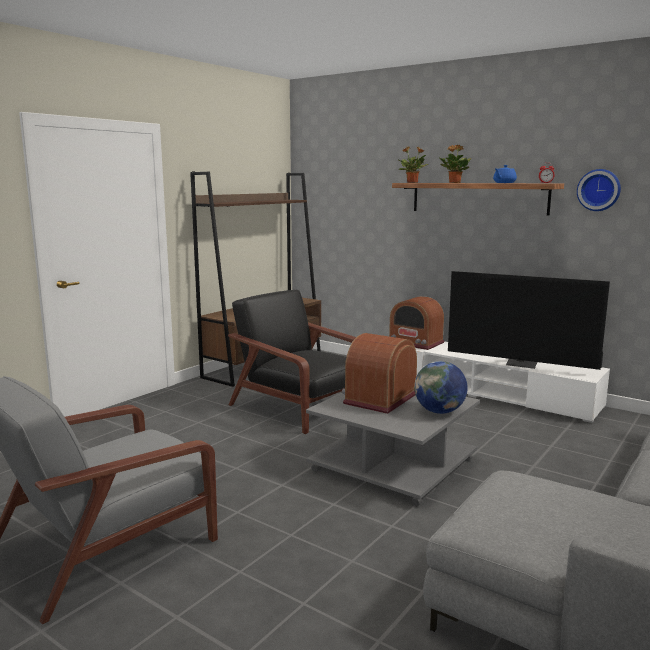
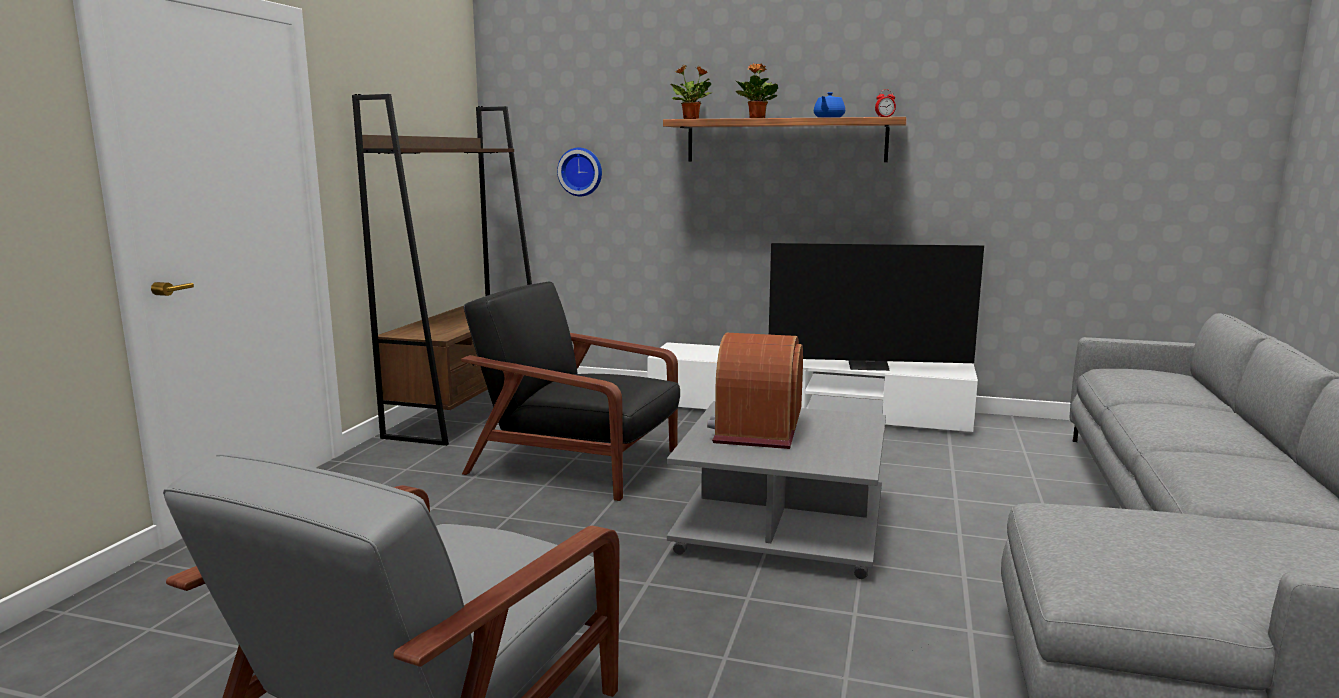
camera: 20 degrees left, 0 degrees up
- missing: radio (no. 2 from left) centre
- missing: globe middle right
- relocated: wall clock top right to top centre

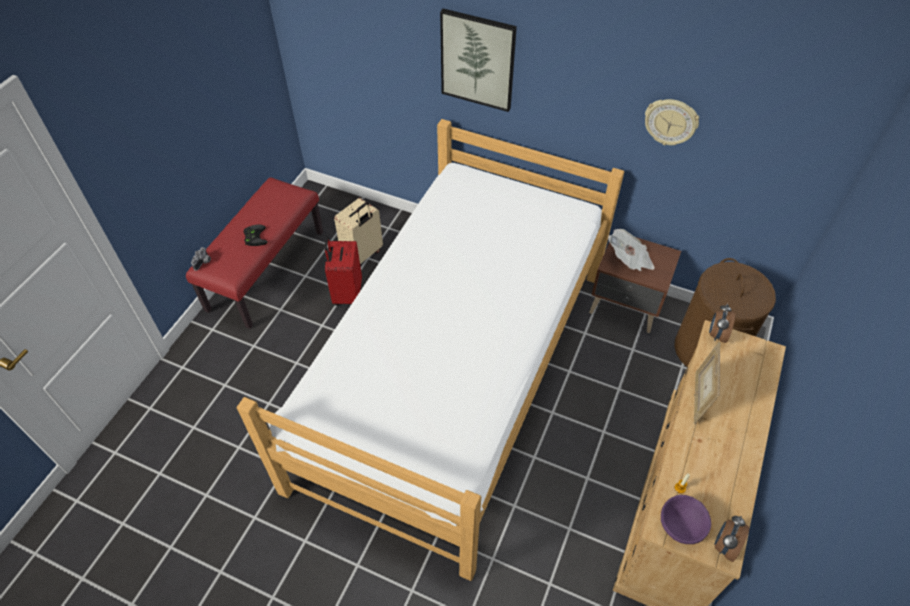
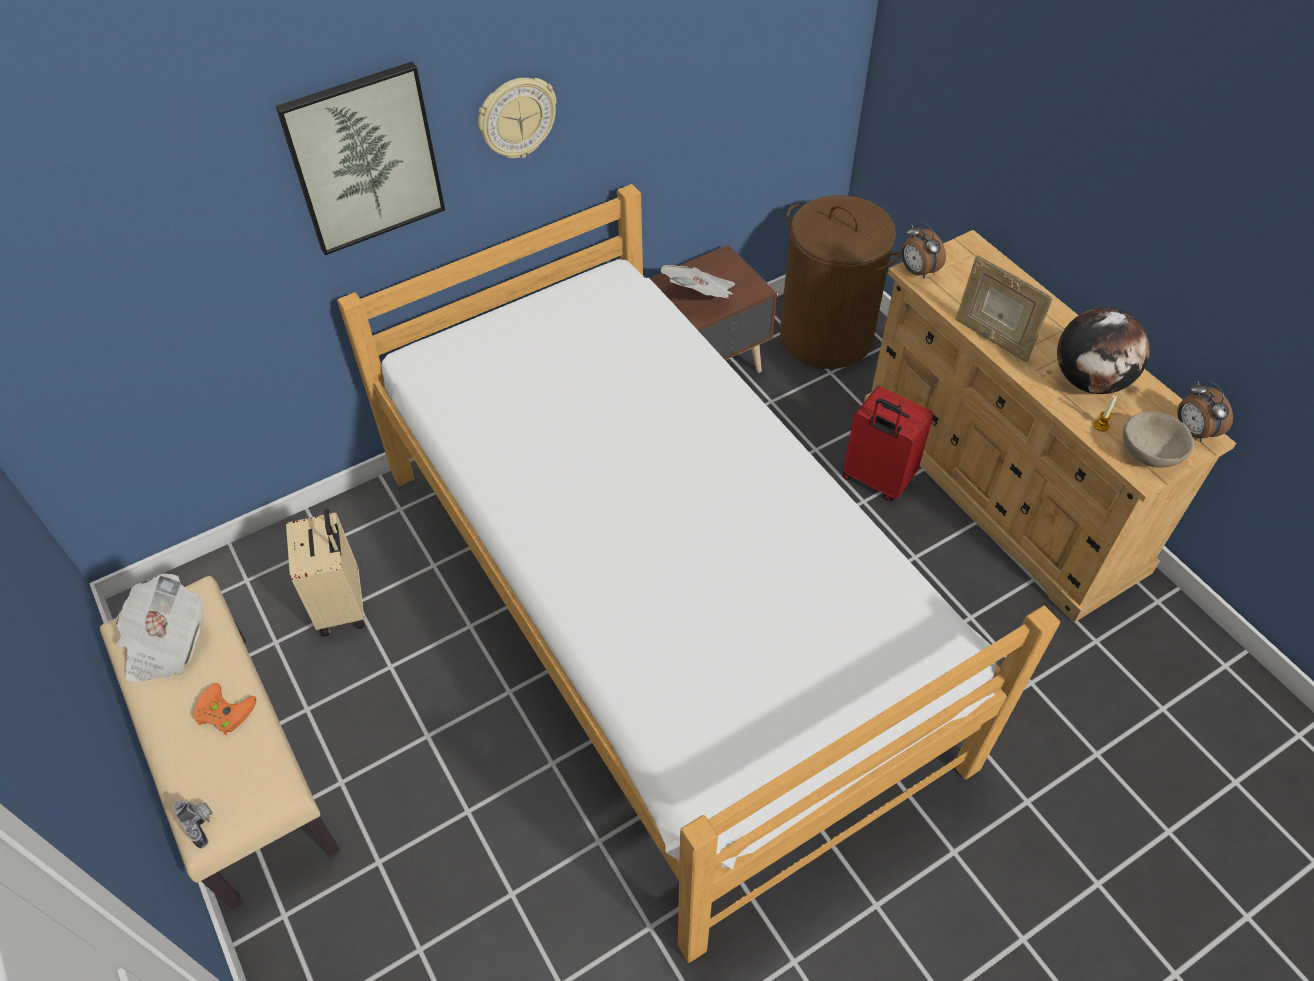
camera: 55 degrees left, 0 degrees up
- appeared: newspaper (no. 1 from left) middle left
- appeared: globe middle right
- relocated: suitcase (red) centre to middle right
- relocated: wall clock top right to top centre
- colour: bench (red) middle left to bench (beige) bottom left
- colour: game controller (black) middle left to game controller (orange) bottom left
- colour: bowl (purple) bottom right to bowl (beige) middle right

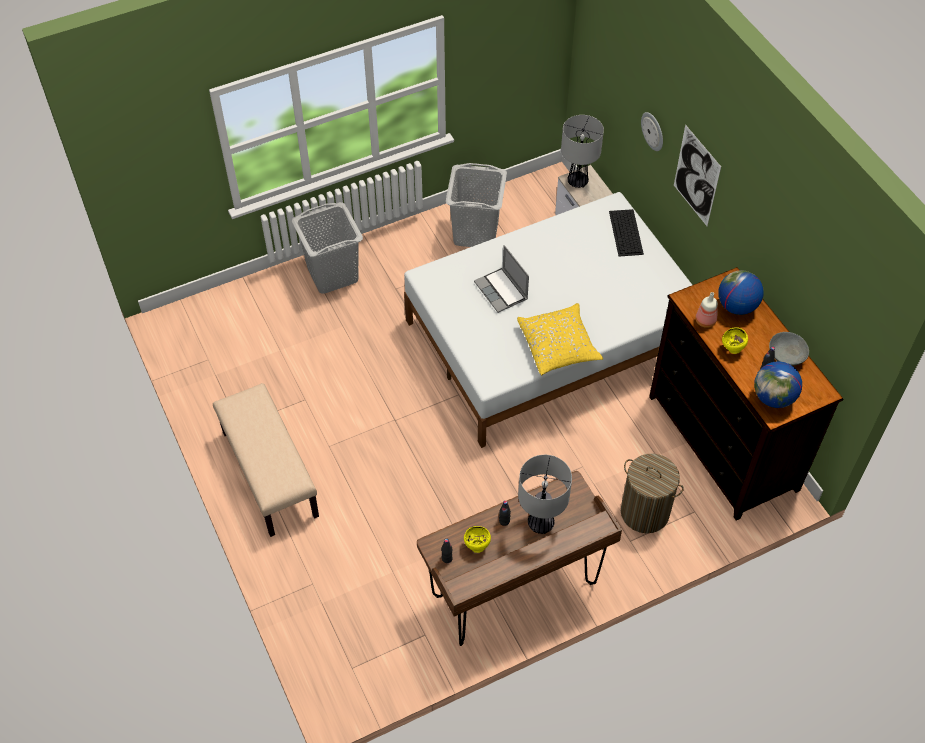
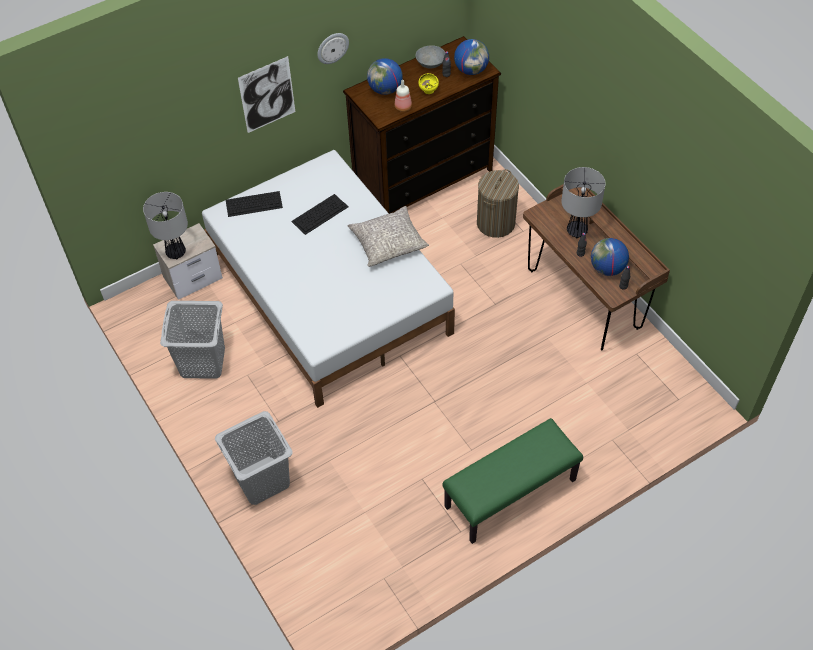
camera: 95 degrees left, 0 degrees up
- missing: laptop centre
- appeared: keyboard (no. 2 from left) top centre
- relocated: wall clock top right to top centre
- exchanged: bowl (yellow) (no. 1 from left) bottom centre to globe (no. 3 from left) middle right
- colour: bench (beige) middle left to bench (green) bottom centre
- colour: pillow (yellow) centre to pillow (grey) centre

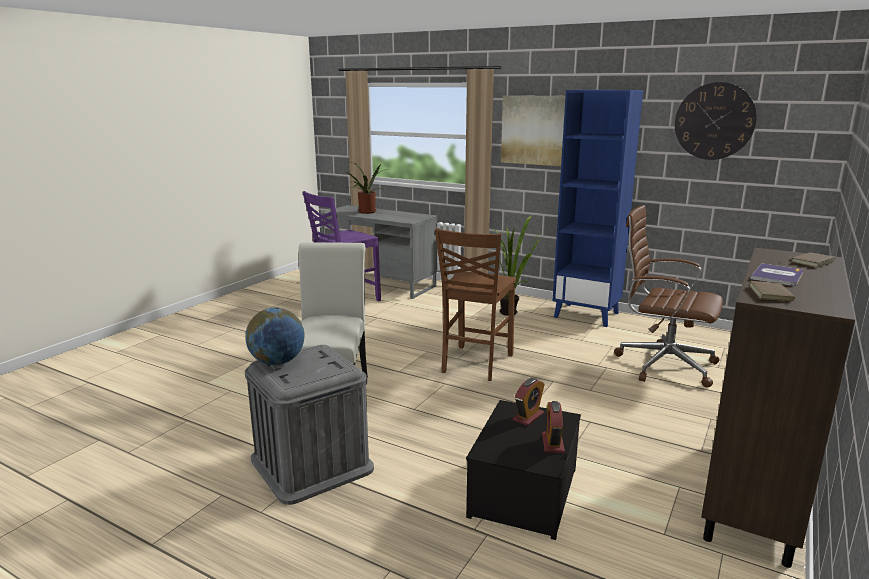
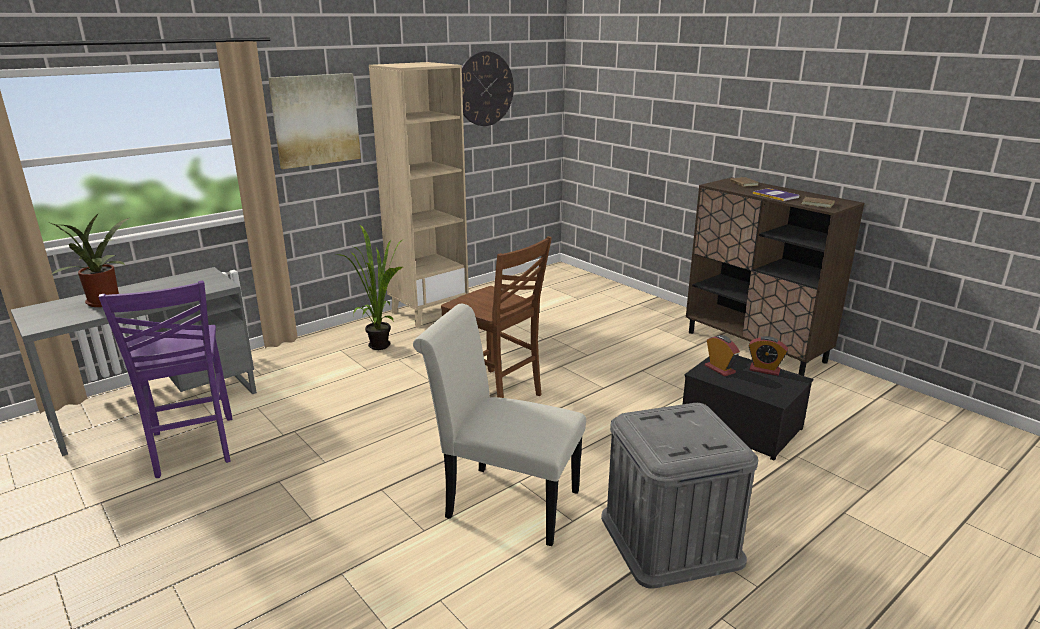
camera: 70 degrees left, 5 degrees up
- missing: globe middle left
- missing: office chair (brown) middle right
- colour: bookcase (blue) middle right to bookcase (beige) top centre

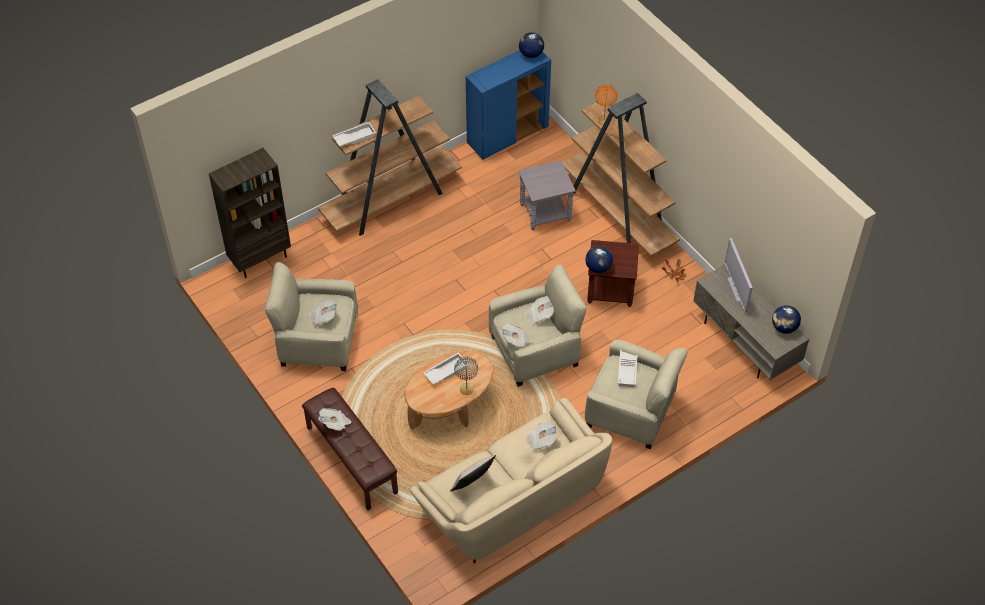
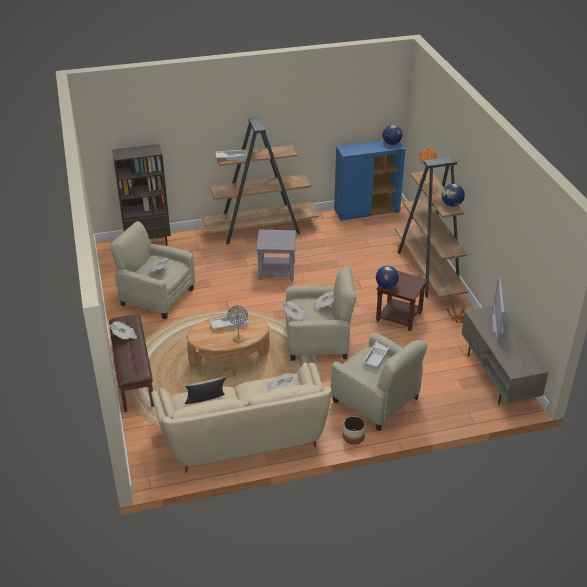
camera: 20 degrees right, 15 degrees down
- appeared: planter bottom centre
- relocated: side table (grey) top centre to centre
- relocated: globe (no. 3 from left) middle right to top right

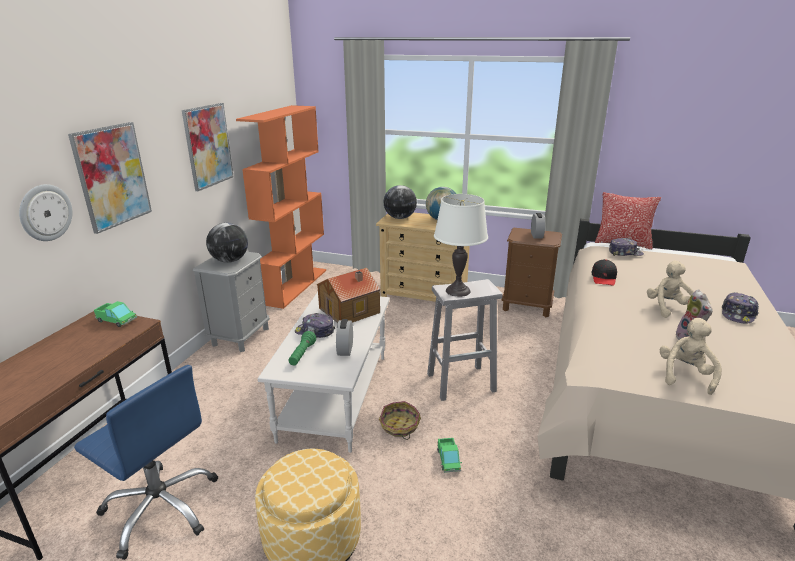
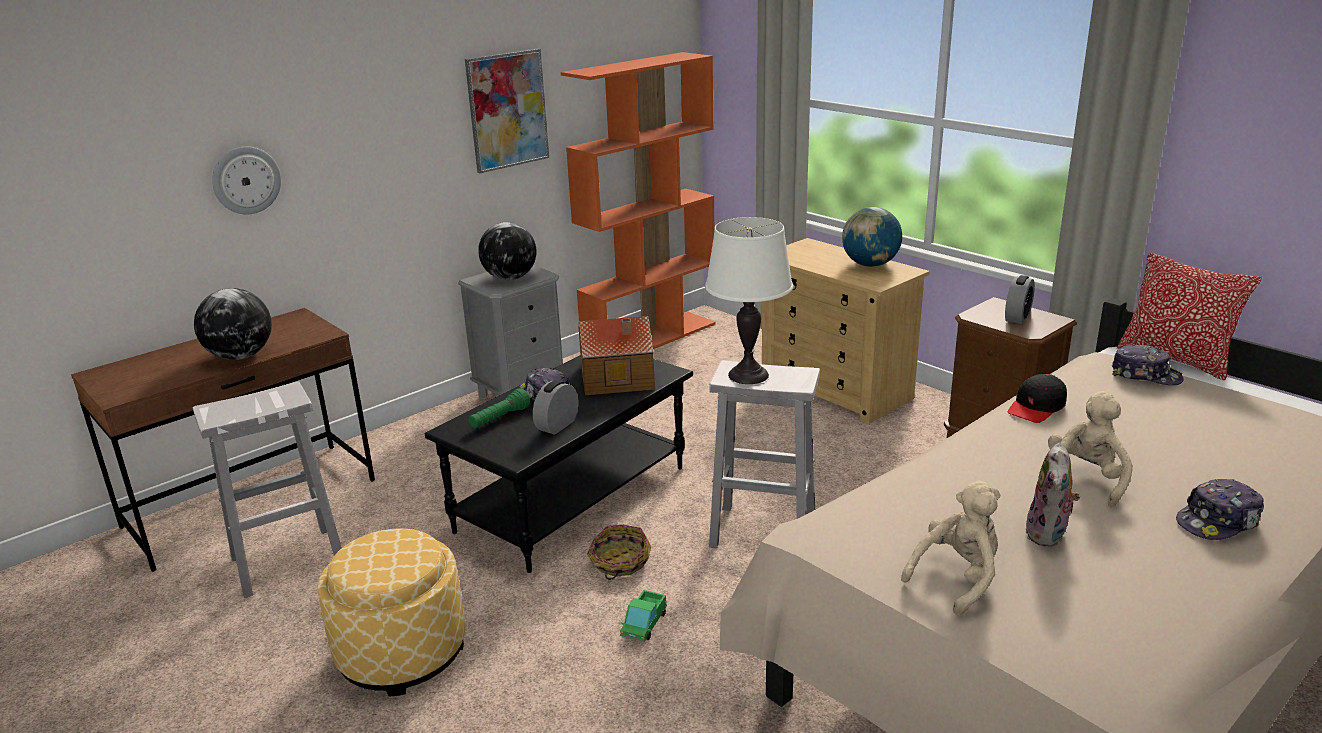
camera: 30 degrees right, 0 degrees up
- missing: picture (no. 1 from left) top left
- missing: toy truck (no. 1 from left) middle left
- relocated: globe (no. 2 from left in the first image) centre to globe (no. 1 from left) middle left
- exchanged: office chair (blue) bottom left to stool (white) (no. 1 from left) bottom left
- colour: coffee table (white) centre to coffee table (black) centre

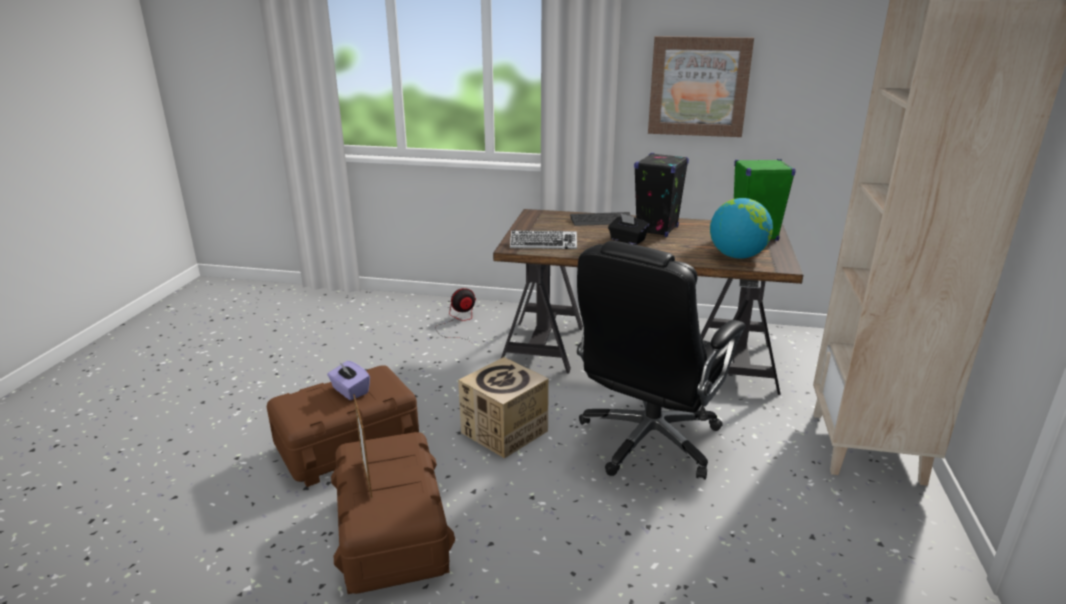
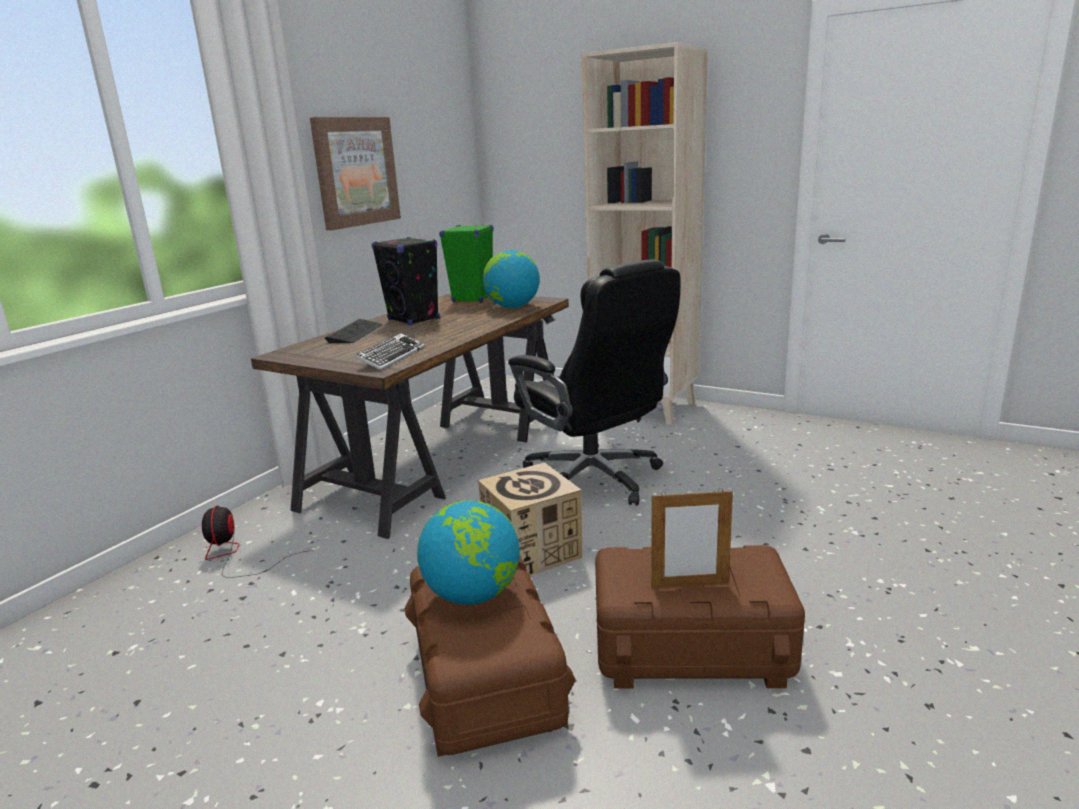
camera: 70 degrees left, 5 degrees down
- missing: tissue box (black) centre
- exchanged: tissue box (purple) middle left to globe (no. 1 from left) bottom centre

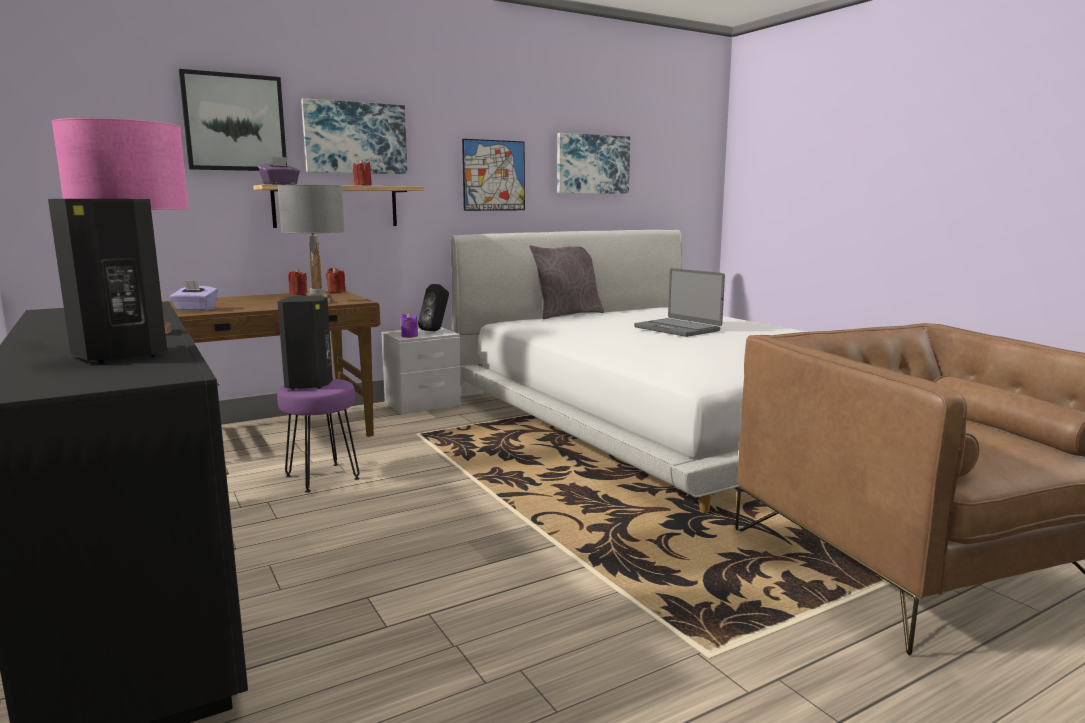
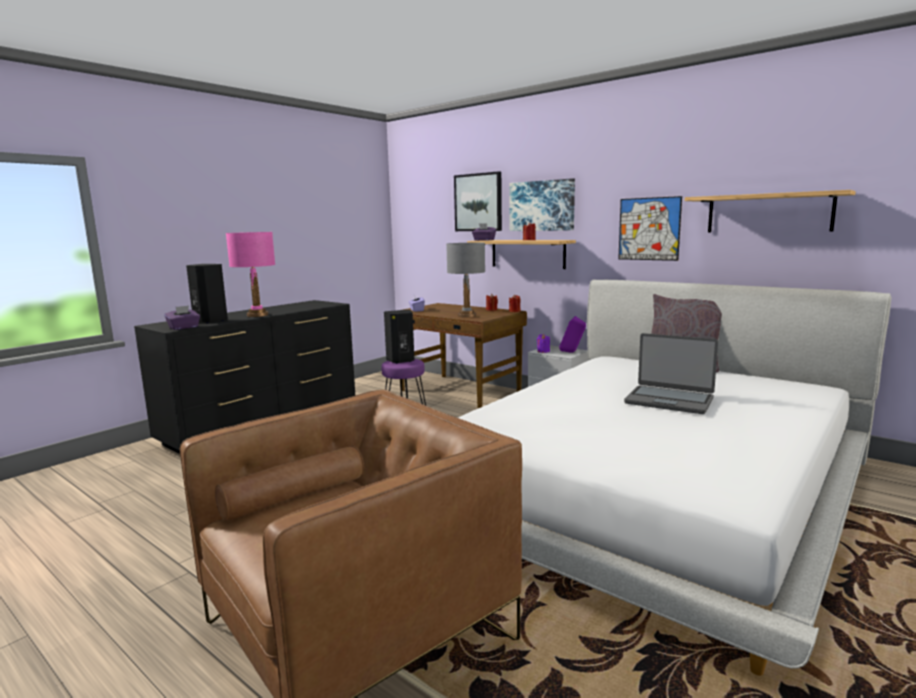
camera: 70 degrees right, 0 degrees up
- appeared: tissue box (purple) (no. 1 from left) middle left
- exchanged: picture (no. 4 from left) top centre to shelf (no. 2 from left) top right
- colour: speaker (black) (no. 3 from left) centre to speaker (purple) centre
- spun: laptop centre = middle right 90 degrees counterclockwise

